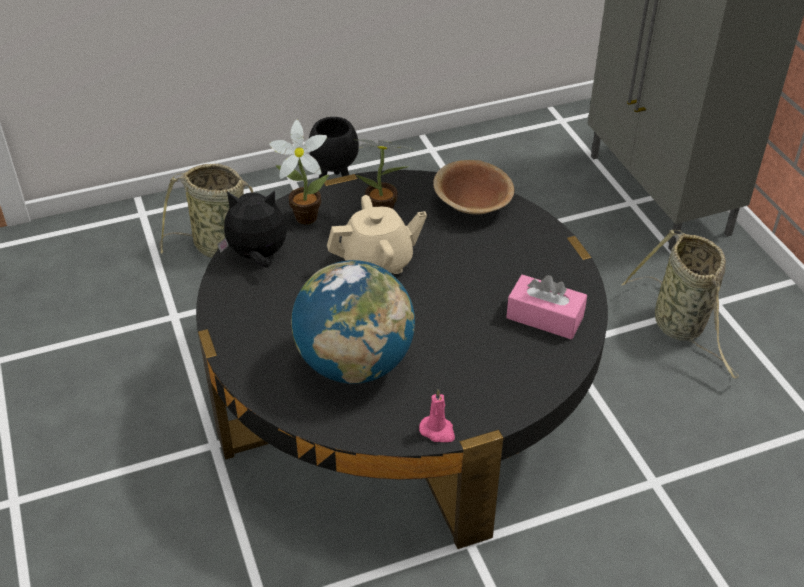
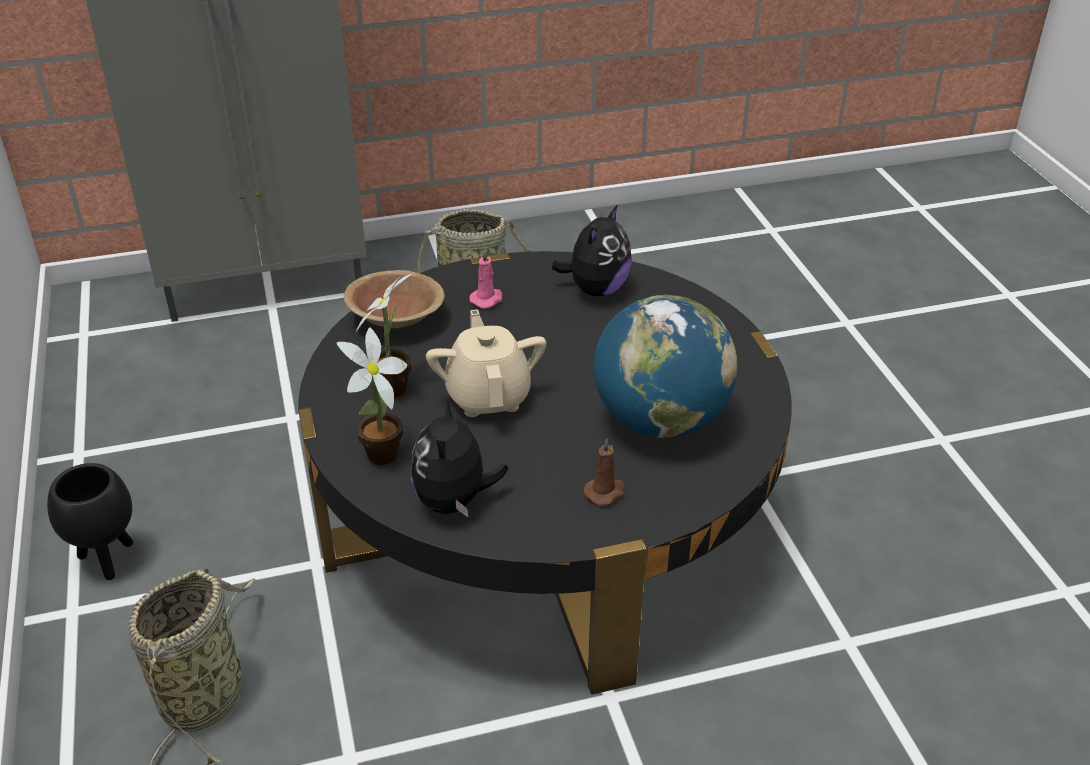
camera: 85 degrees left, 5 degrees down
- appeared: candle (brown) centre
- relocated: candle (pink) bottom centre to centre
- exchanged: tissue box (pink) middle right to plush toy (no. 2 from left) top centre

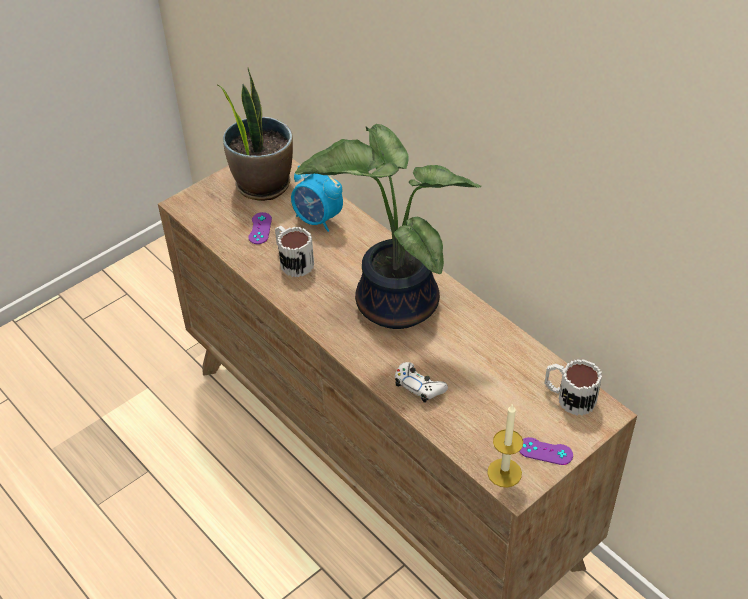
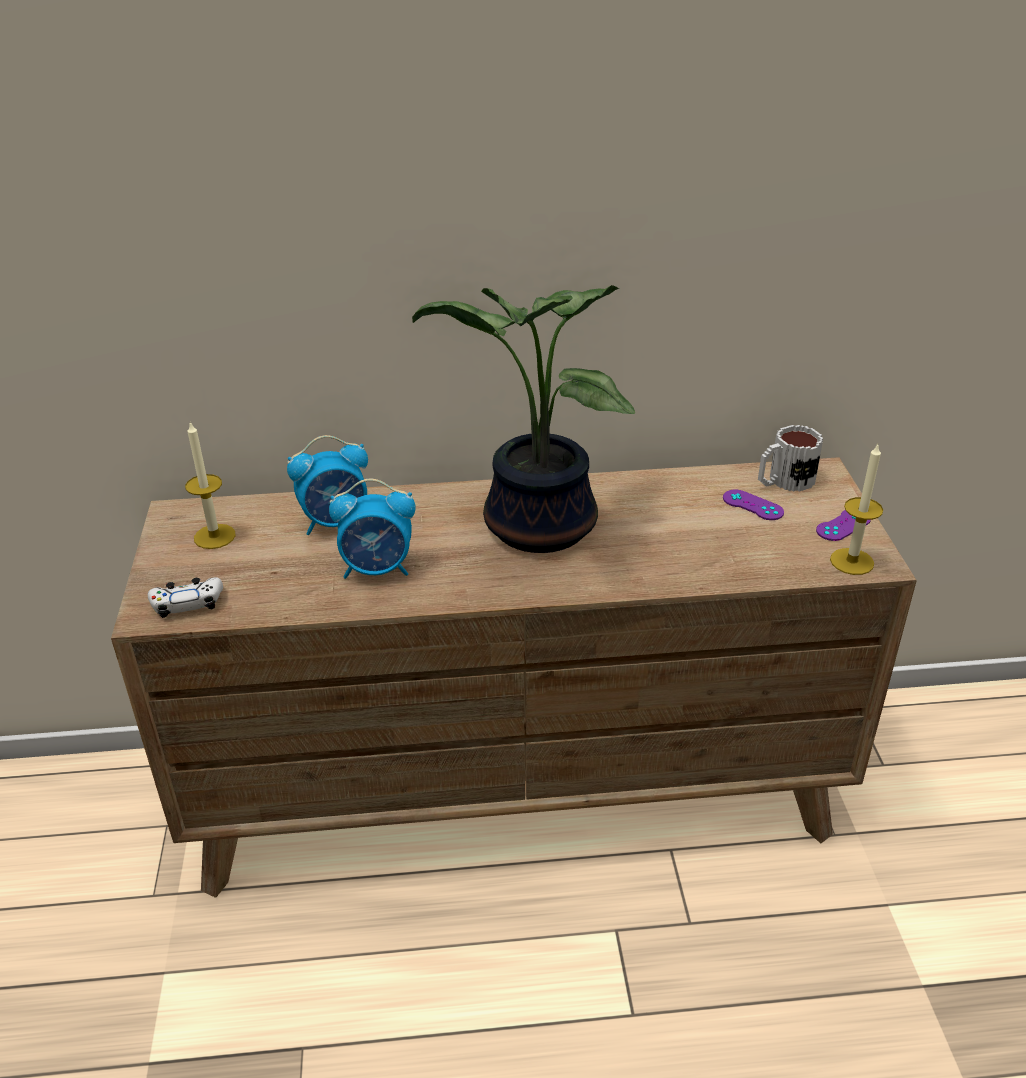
camera: 55 degrees left, 10 degrees down
- relocated: game controller (purple) (no. 1 from left) centre to middle right
- relocated: game controller (white) centre to middle left
- exchanged: potted plant (no. 1 from left) top centre to candle (no. 1 from left) middle left
- exchanged: mug (no. 1 from left) centre to alarm clock (no. 2 from left) centre

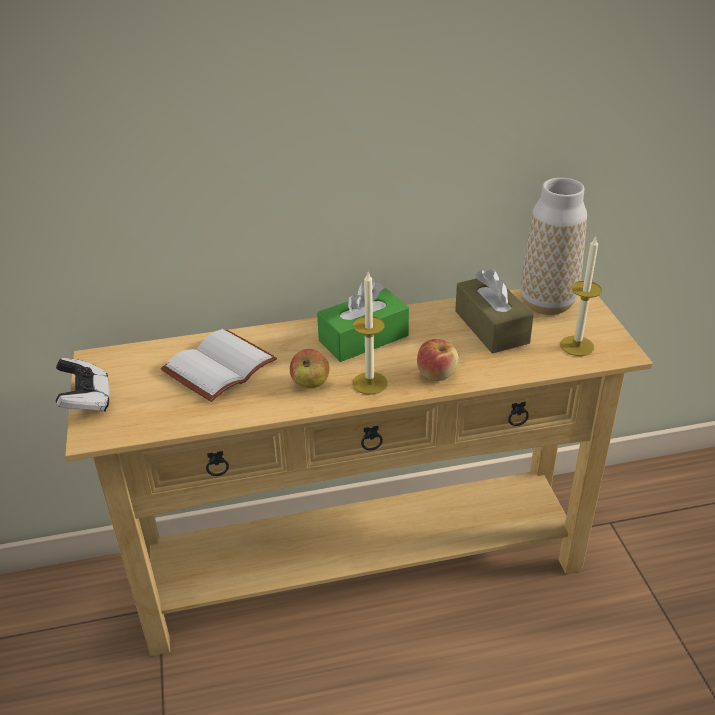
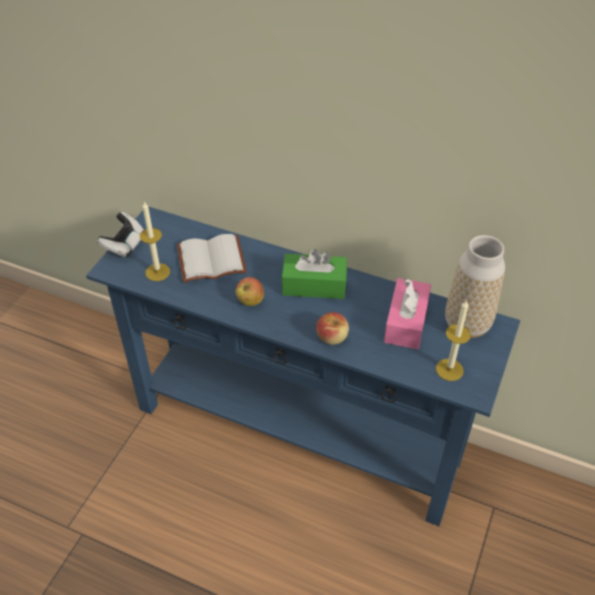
camera: 35 degrees right, 10 degrees up
- relocated: candle (no. 1 from left) centre to middle left
- colour: console table (beige) centre to console table (blue) centre
- colour: tissue box (brown) middle right to tissue box (pink) middle right

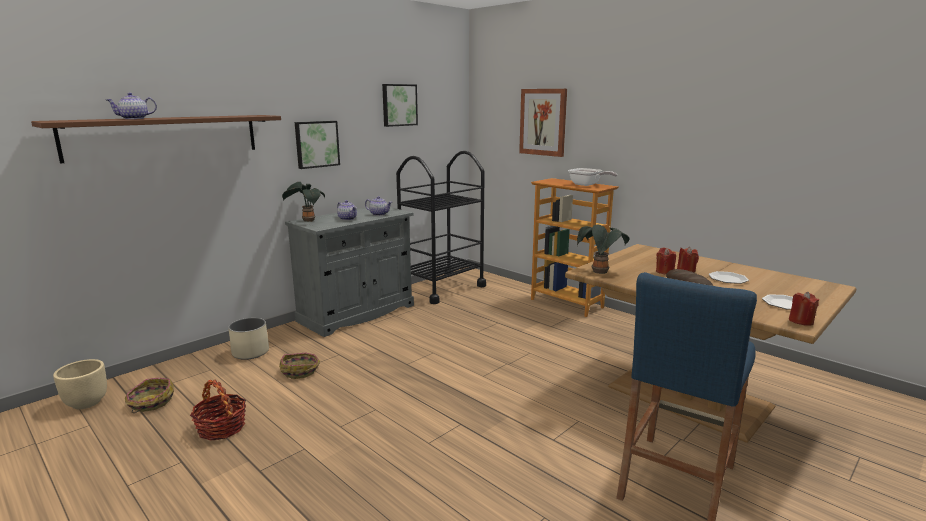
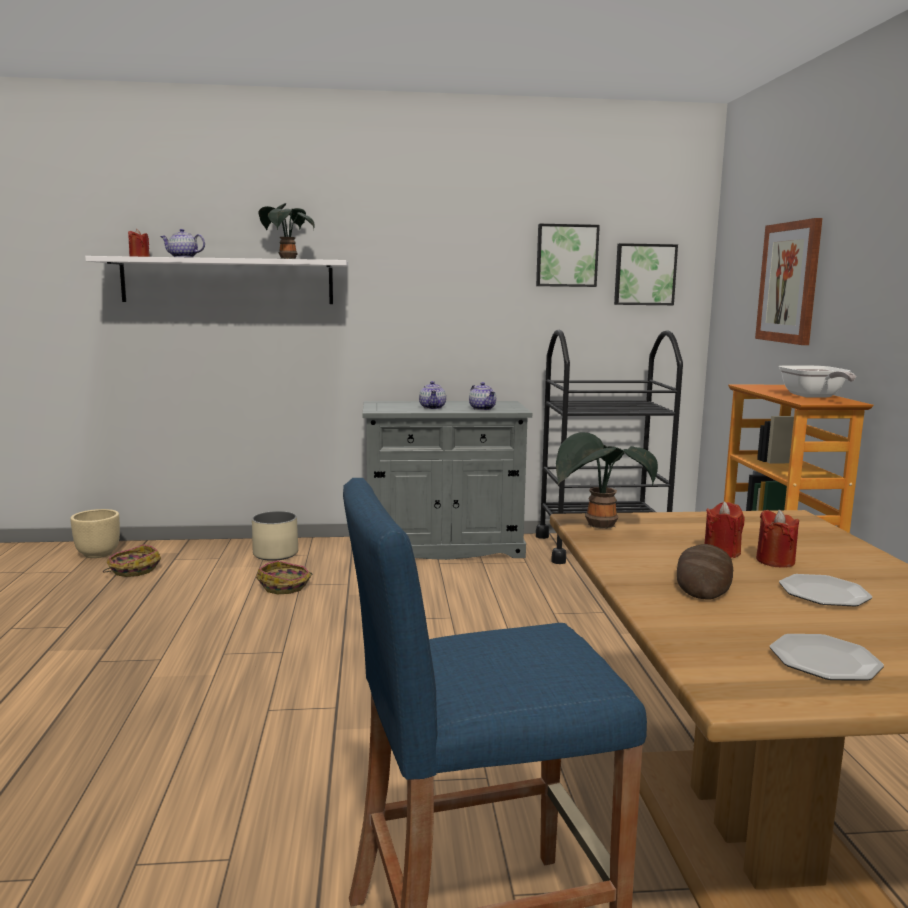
camera: 40 degrees right, 5 degrees down
- missing: basket (no. 2 from left) bottom left
- relocated: potted plant (no. 1 from left) middle left to top left
- relocated: picture (no. 1 from left in the first image) top centre to picture (no. 2 from left) top right
- relocated: candle (red) (no. 3 from left in the first image) middle right to candle (red) (no. 1 from left) top left
- colour: shelf (brown) top left to shelf (white) top left

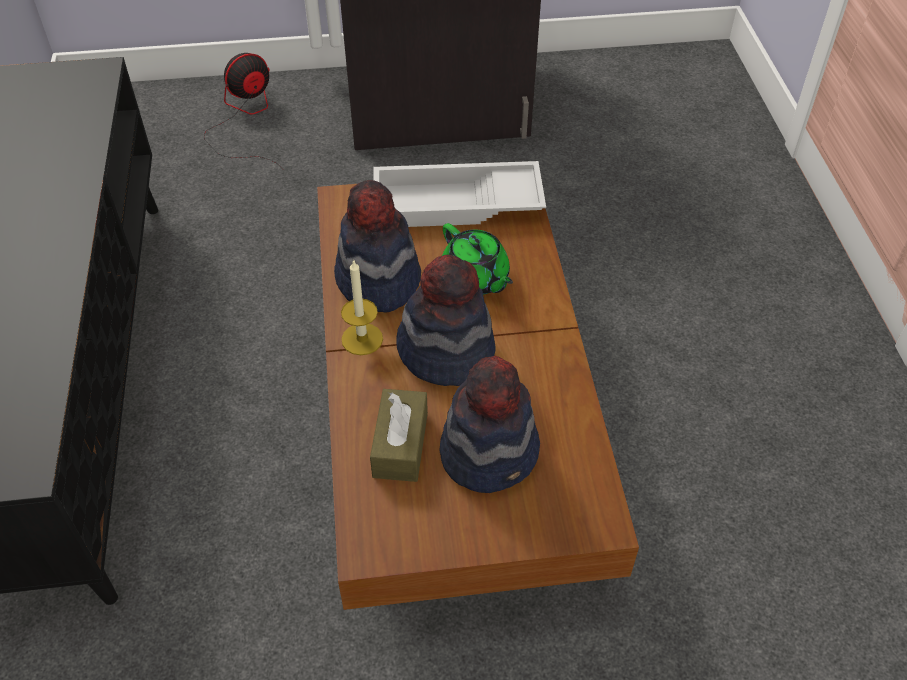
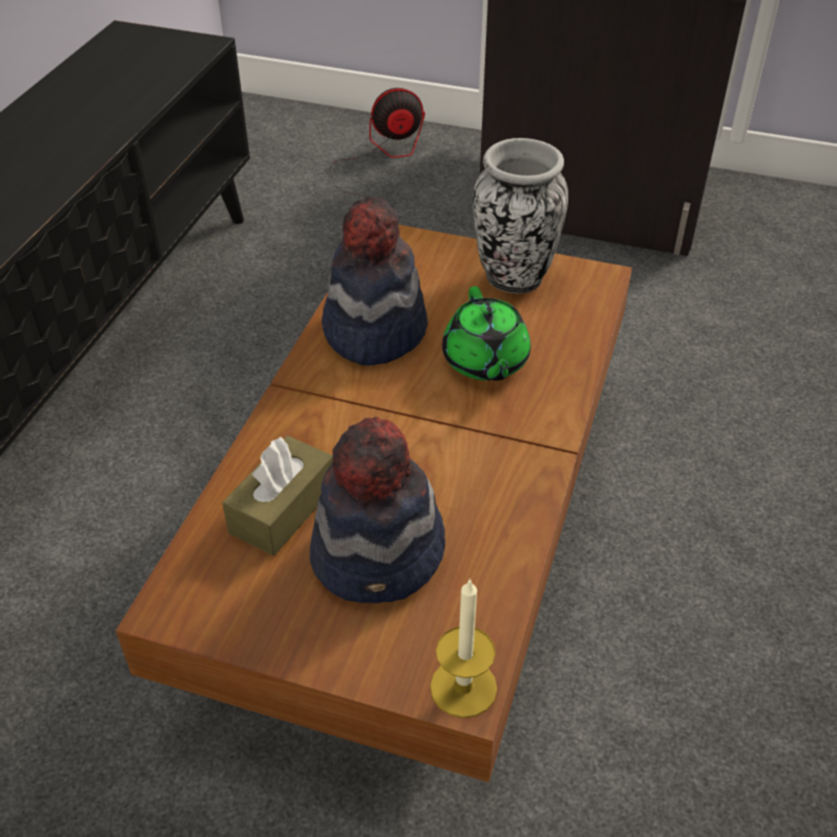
camera: 25 degrees right, 5 degrees down
- missing: hat (no. 2 from left) centre
- relocated: candle centre to bottom centre
- exchanged: tray (white) top centre to vase top centre

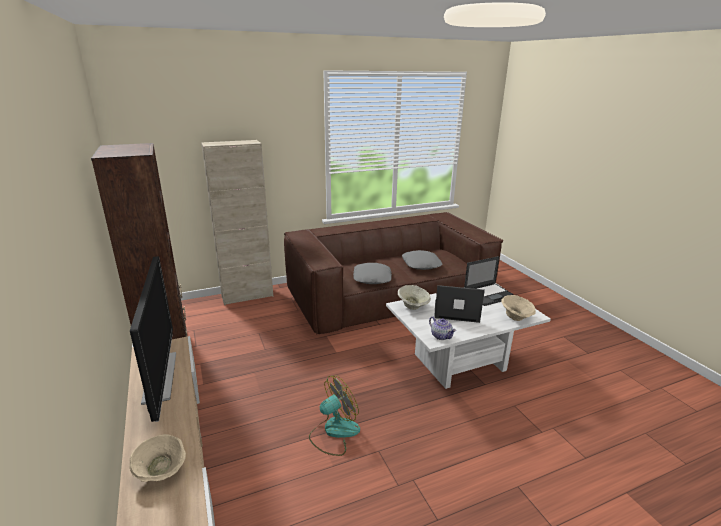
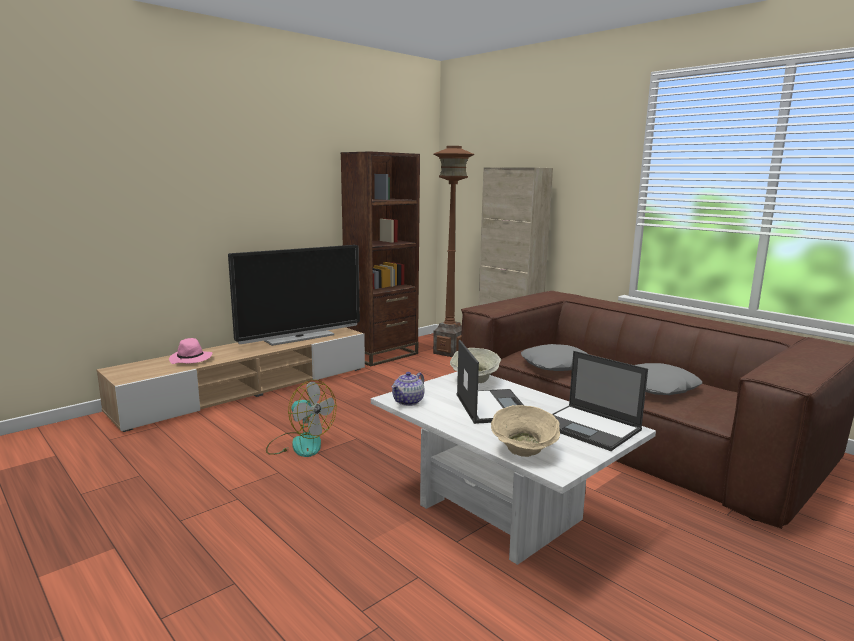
camera: 70 degrees right, 10 degrees down
- appeared: floor lamp (brown) centre
- exchanged: bowl (beige) (no. 1 from left) bottom left to hat (pink) middle left

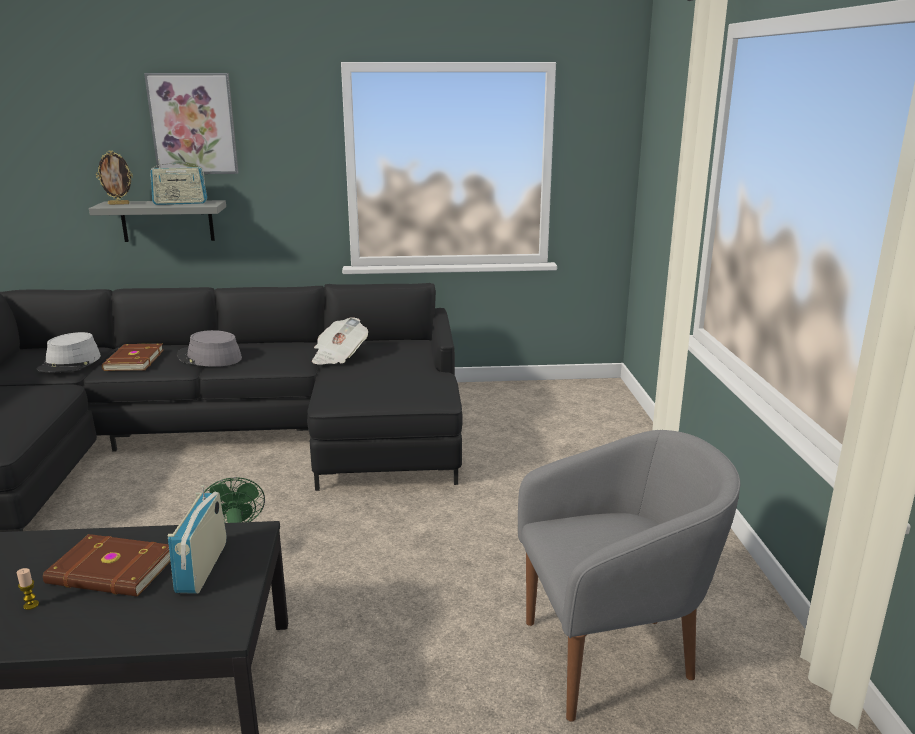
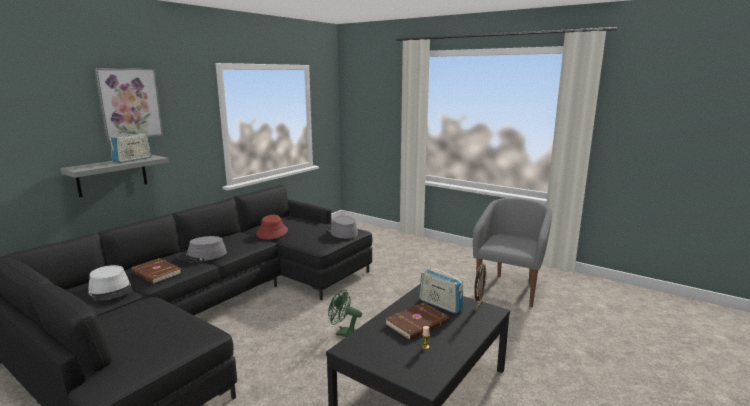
camera: 50 degrees left, 5 degrees down
- appeared: hat (grey) (no. 3 from left) centre
- relocated: picture frame top left to bottom centre
- exchanged: newspaper centre to hat (red) centre

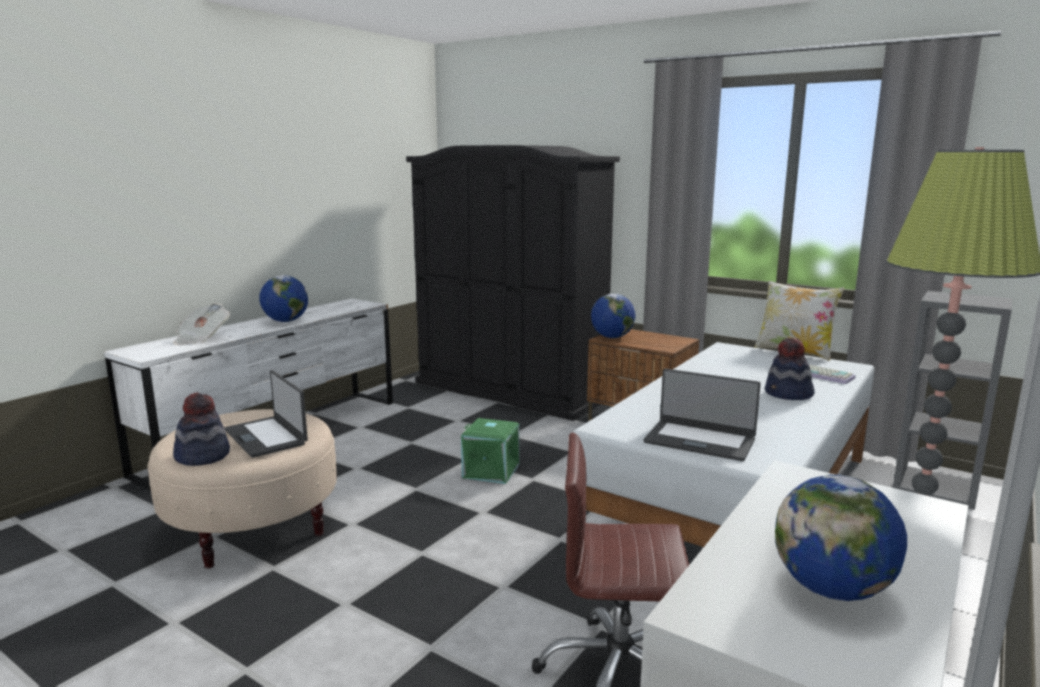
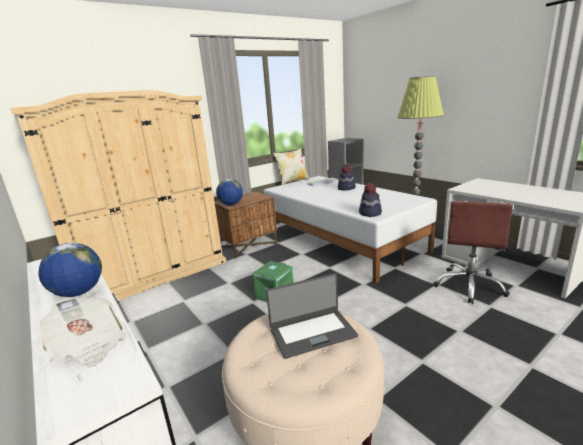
camera: 70 degrees left, 5 degrees up
- missing: laptop (no. 2 from left) middle right
- missing: globe (no. 3 from left) bottom right
- relocated: hat (no. 1 from left in the first image) middle left to hat (no. 2 from left) centre
- colour: wardrobe (black) centre to wardrobe (beige) middle left

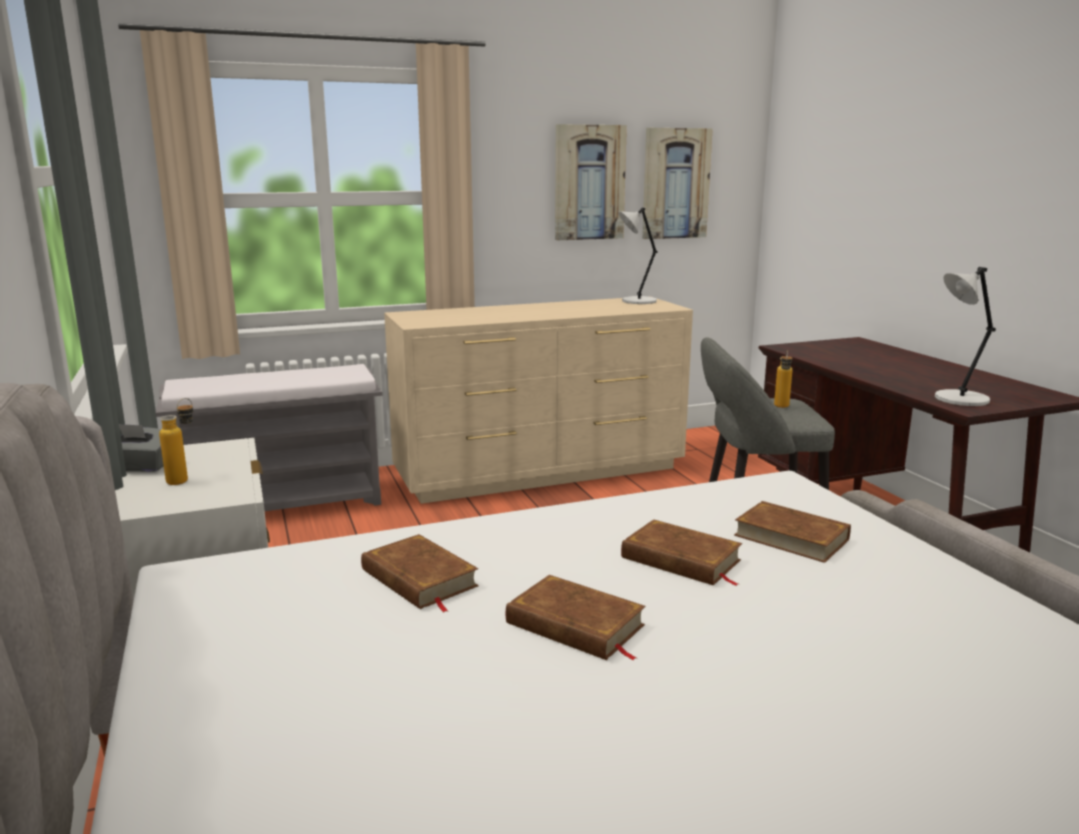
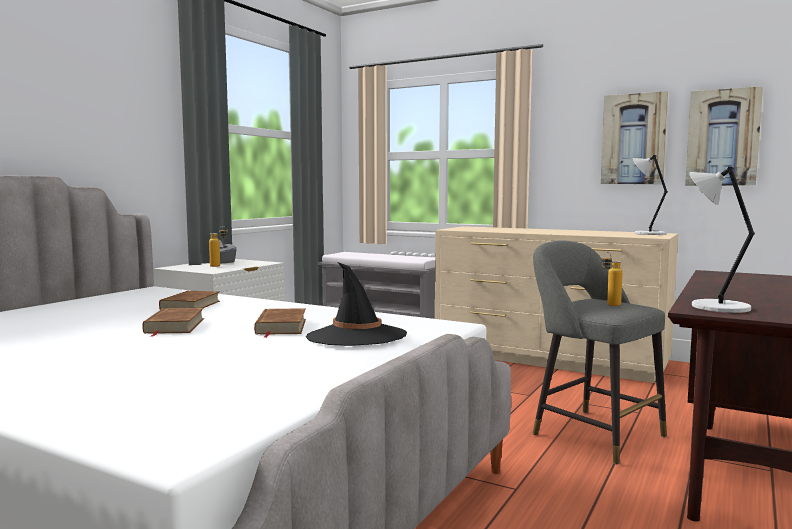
camera: 50 degrees right, 10 degrees down
- exchanged: book (brown) (no. 4 from left) middle right to hat (black) centre

